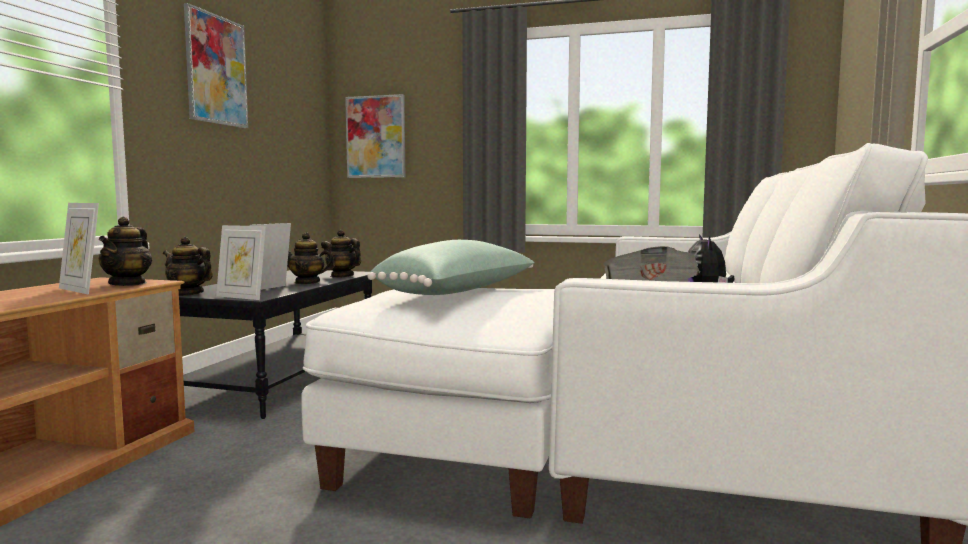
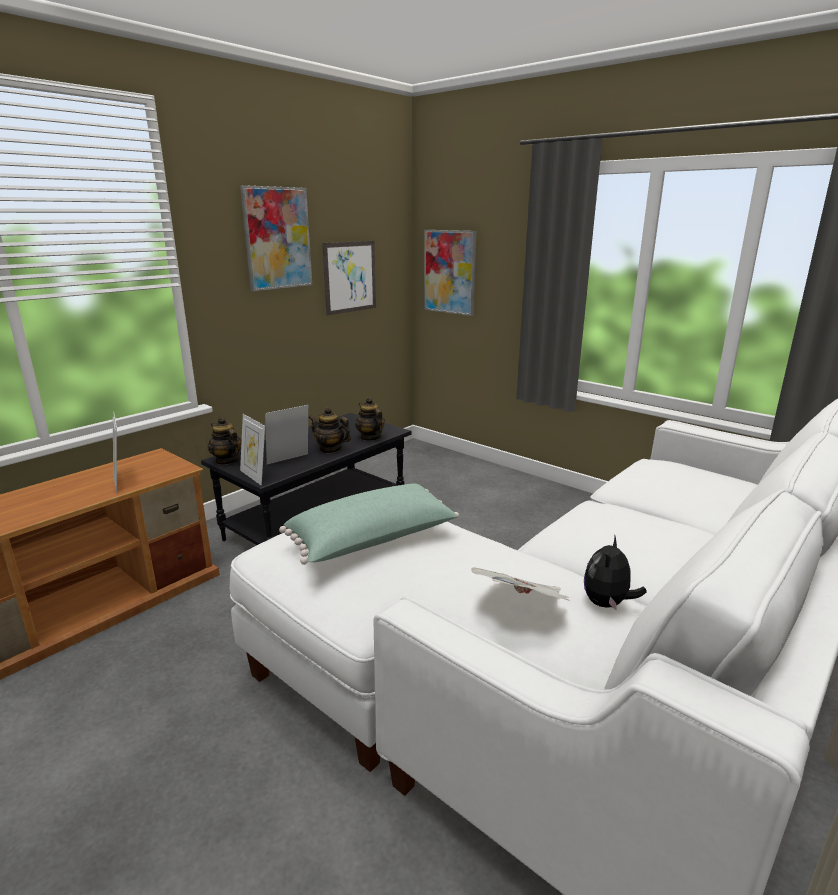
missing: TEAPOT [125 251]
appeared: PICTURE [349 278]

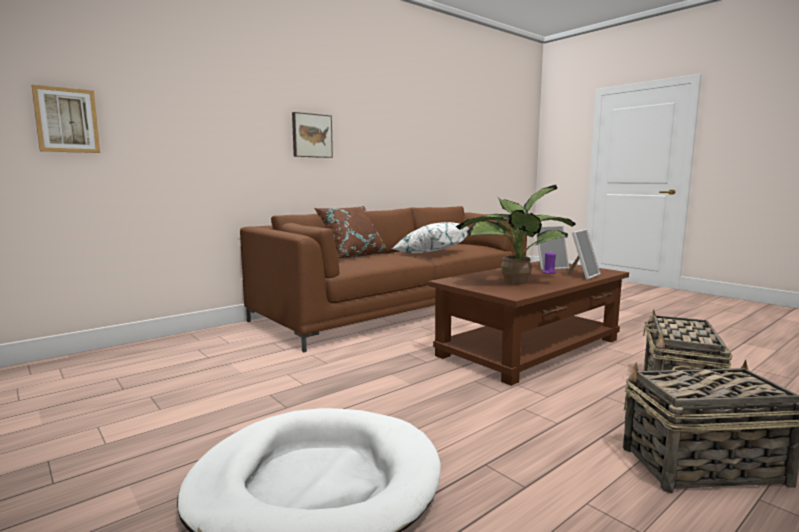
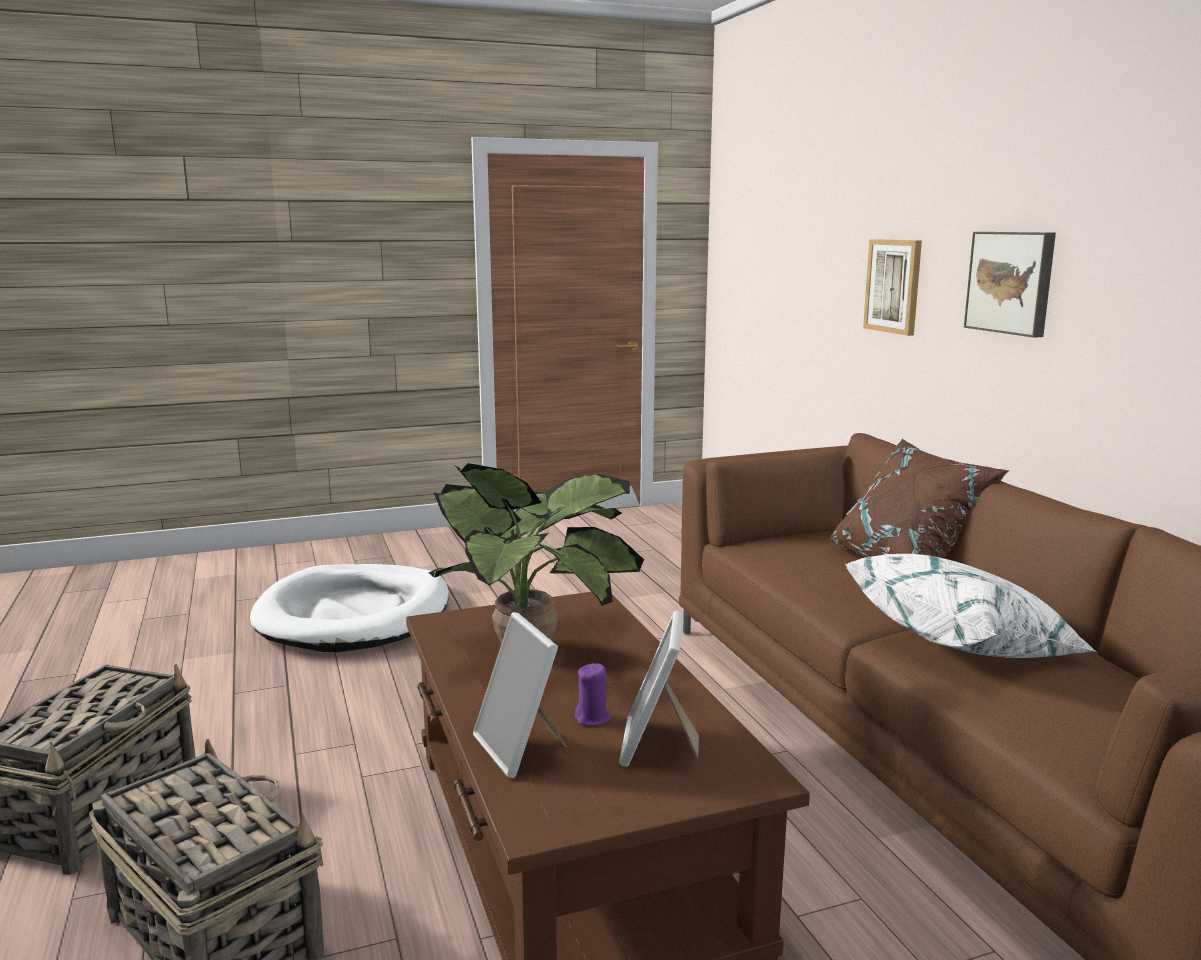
relocated: PICTURE [66 119] to [892 287]

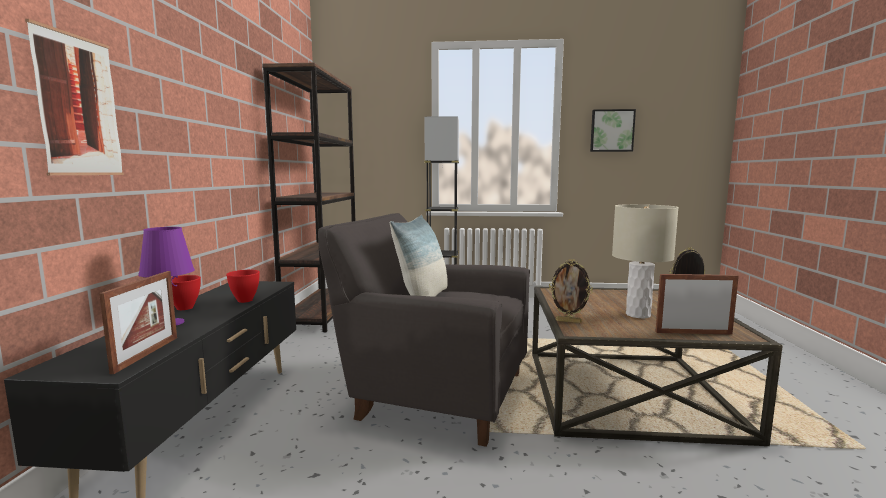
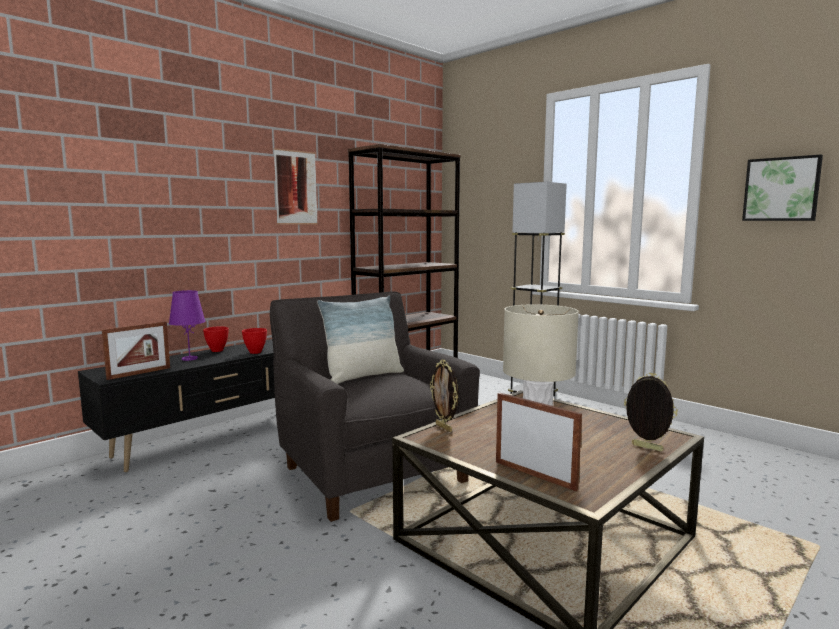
relocated: PICTURE [74 97] to [295 186]

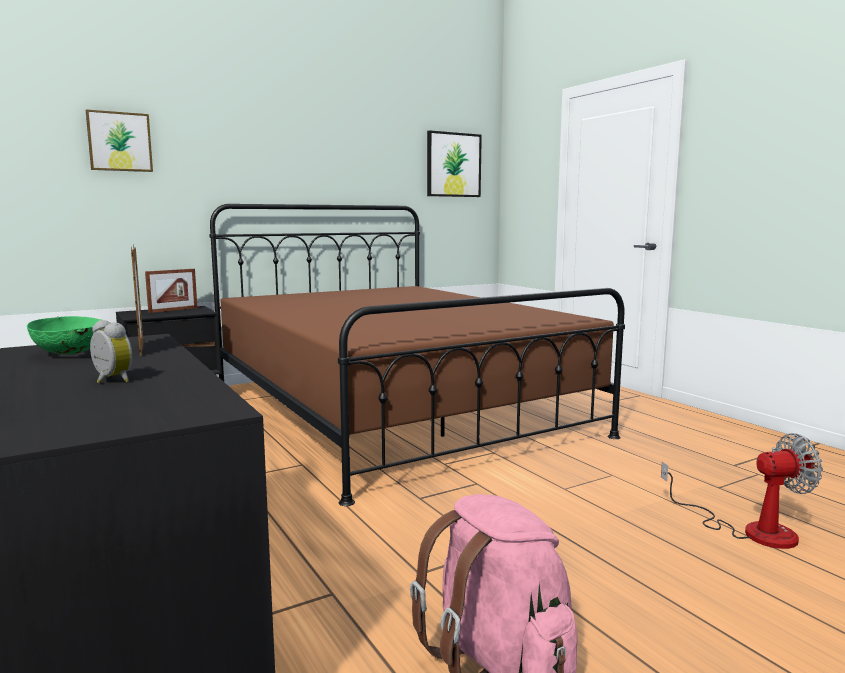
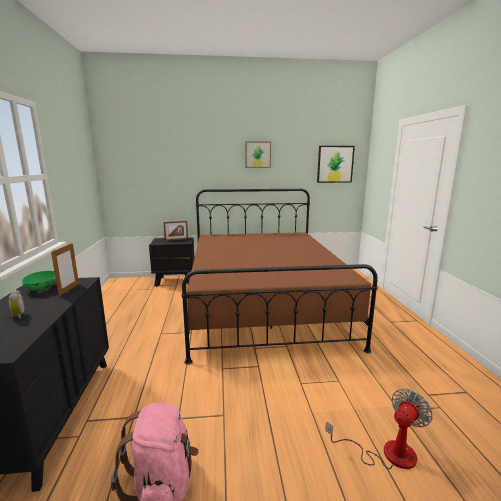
relocated: PICTURE [119 140] to [258 154]
spun: FAN [742 491] = [379 429] 60 degrees counterclockwise

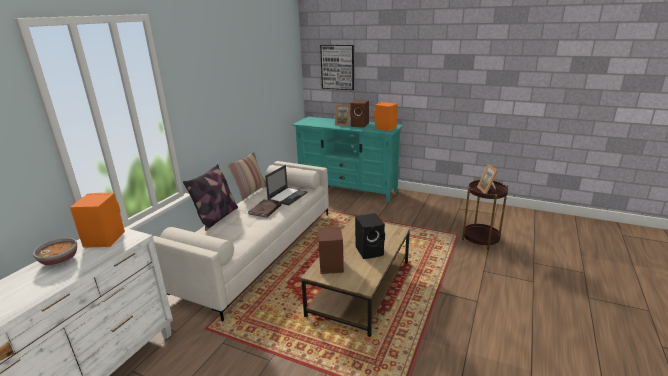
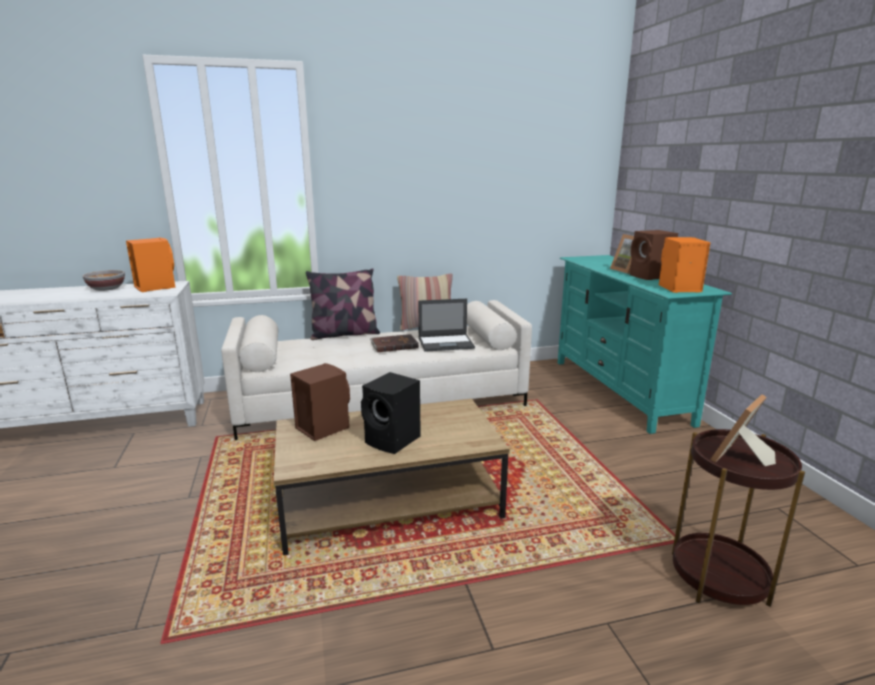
missing: PICTURE [337 67]

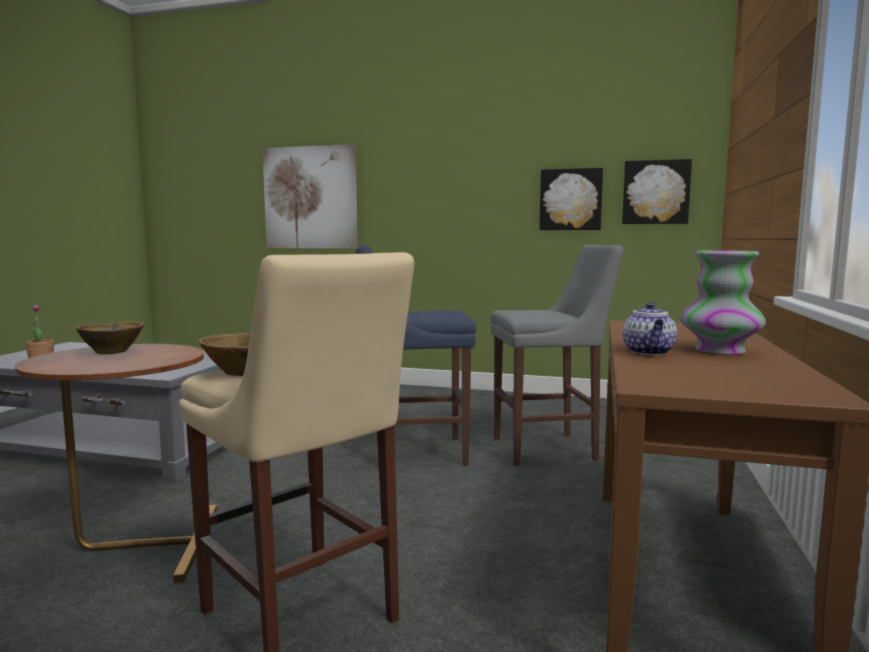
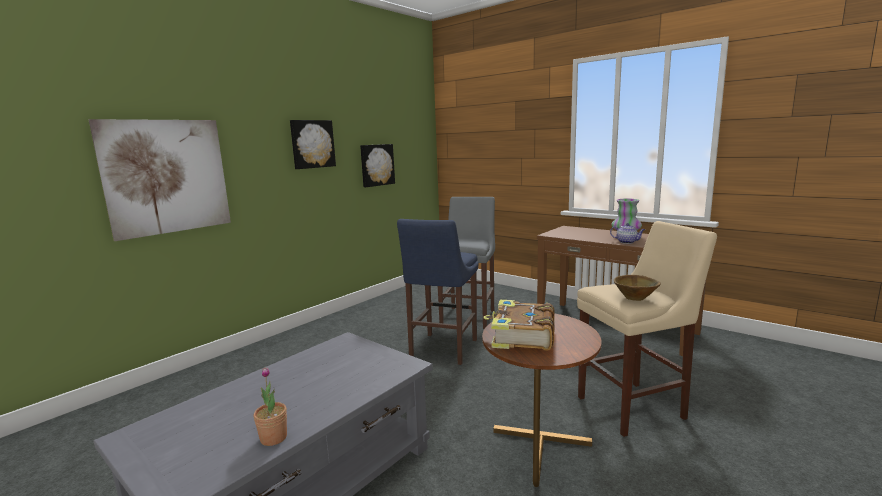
relocated: PICTURE [657 191] to [313 144]
exchanged: BROWN BOWL [110 338] to BOOK [519 325]

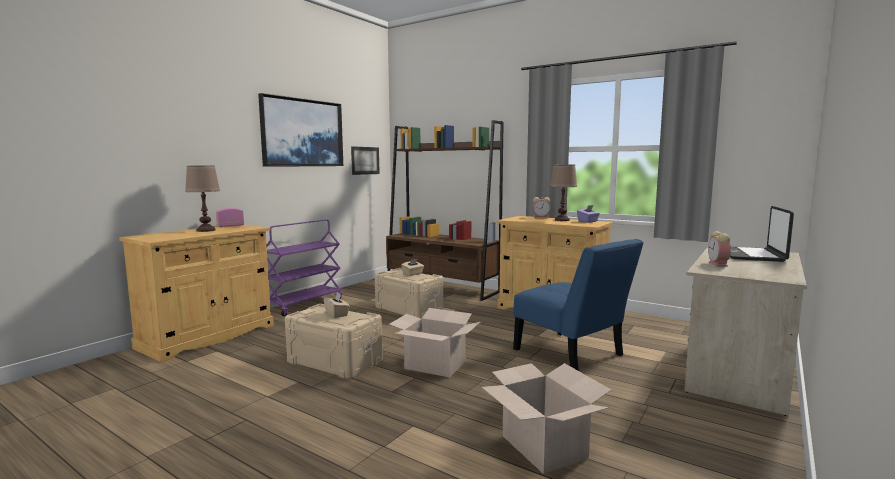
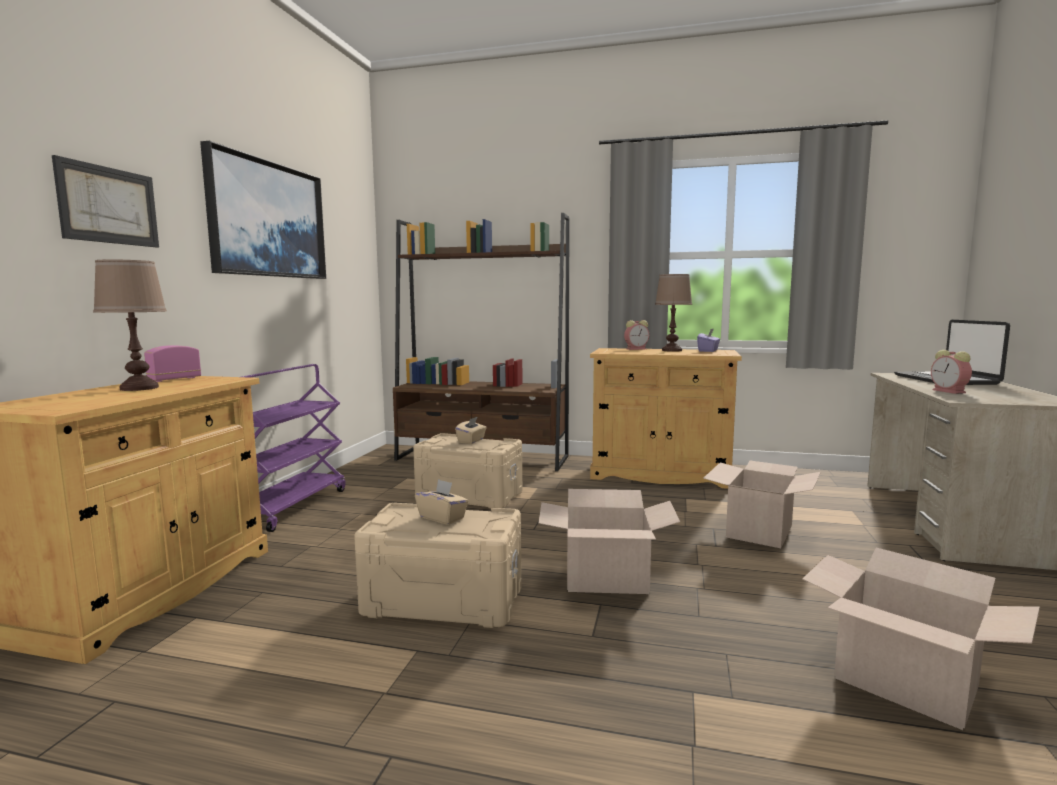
relocated: PICTURE [365 160] to [105 201]
exchanged: BLUE CHAIR [578 305] to CARDBOARD BOX [762 504]

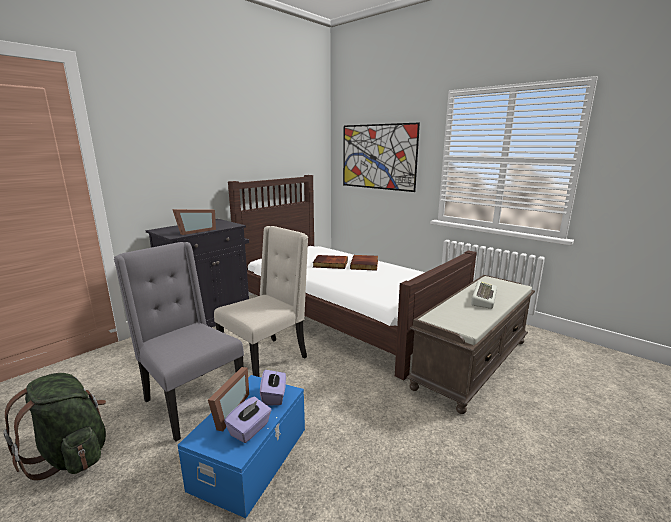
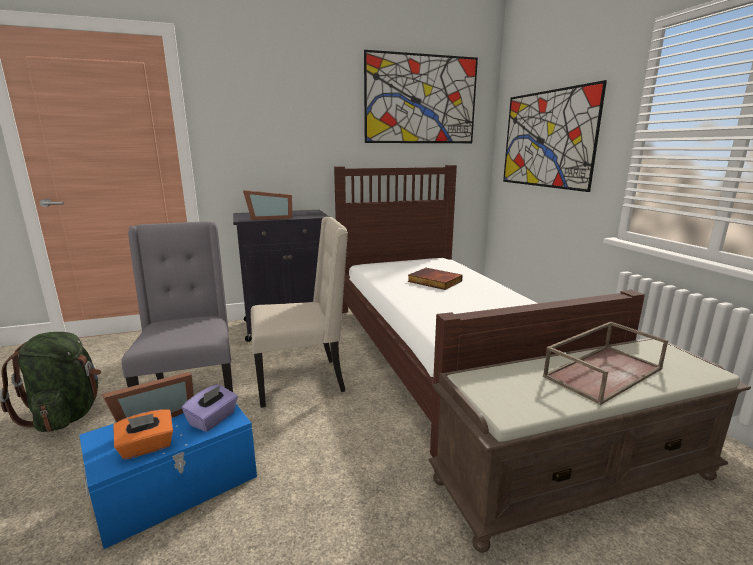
missing: BOOK [364 263]
appeared: PICTURE [421 96]
exchanged: KEYBOARD [484 295] to BROWN TRAY [605 363]
colour: PURPLE TISSUE BOX [248 419] to ORANGE TISSUE BOX [143 434]

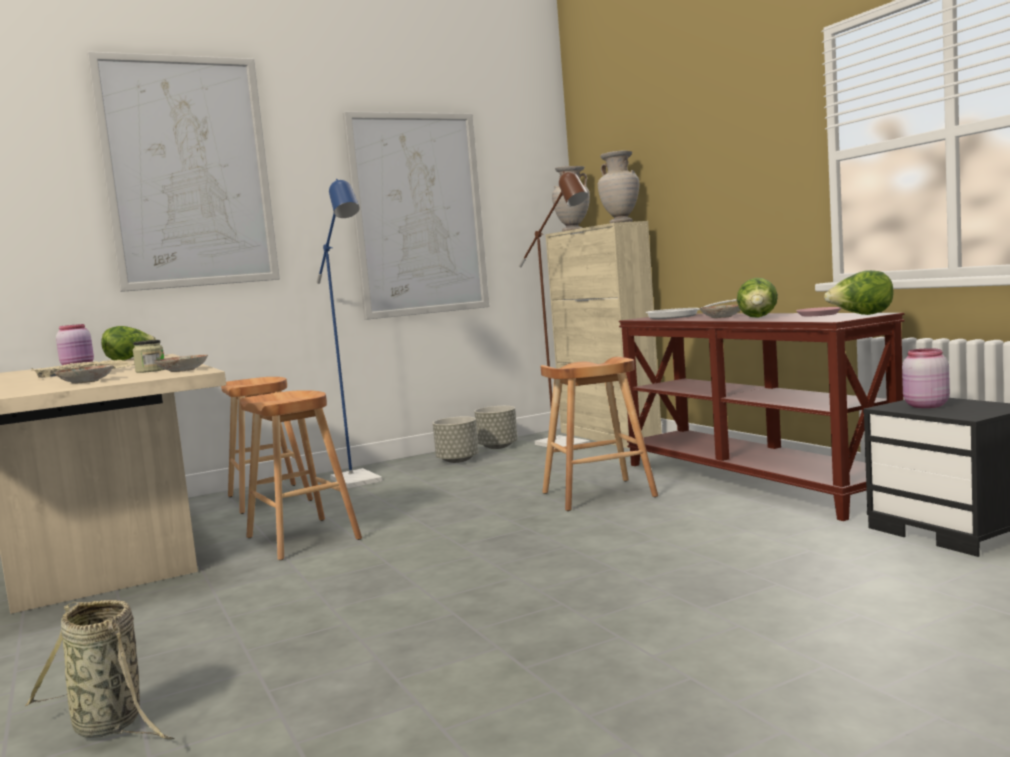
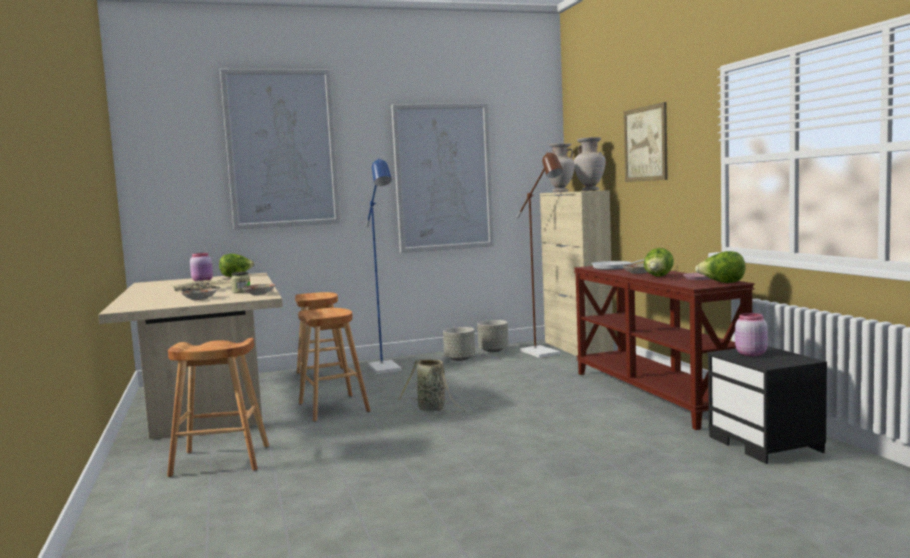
appeared: PICTURE [646 142]
relocated: BASKET [100 670] to [432 386]; BROWN STOOL [599 434] to [218 407]

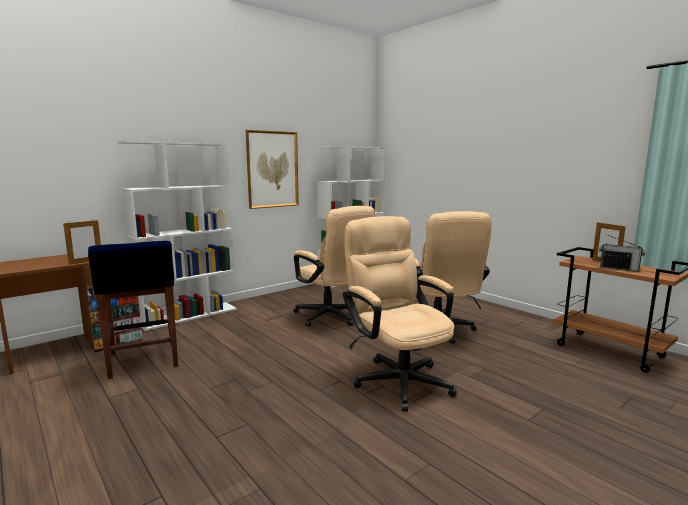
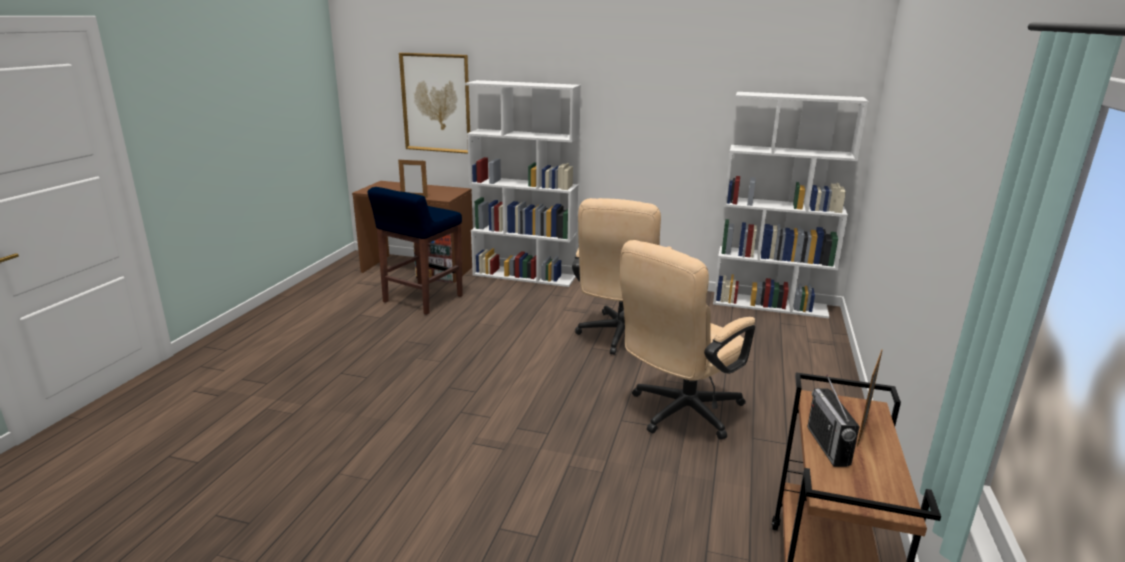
missing: BEIGE OFFICE CHAIR [400 314]
relocated: PICTURE [272 169] to [434 103]

